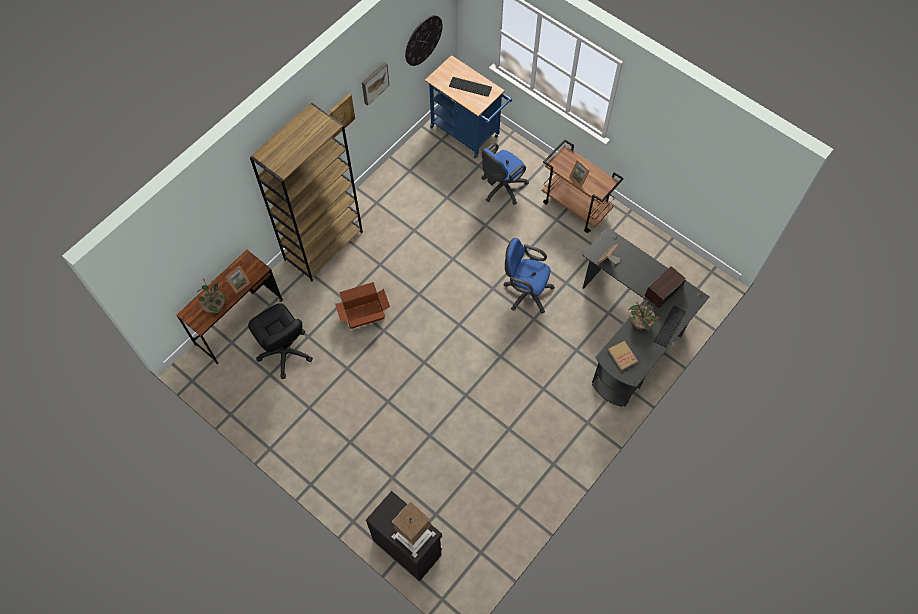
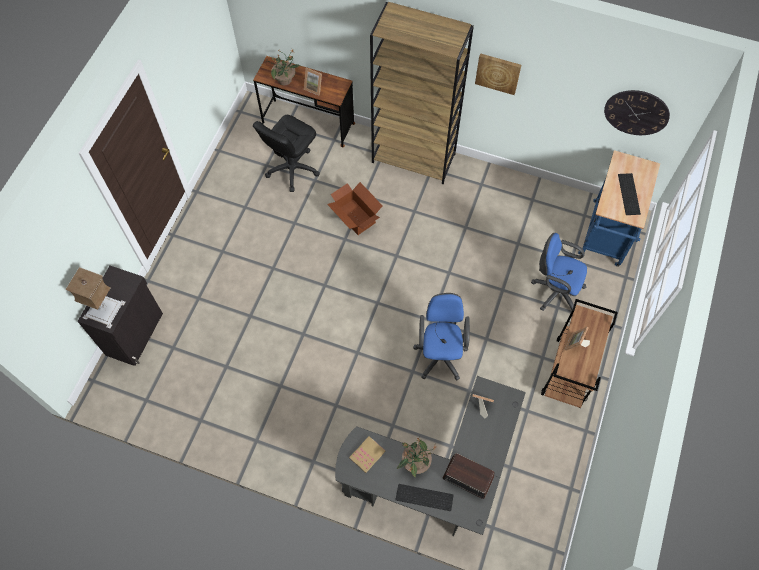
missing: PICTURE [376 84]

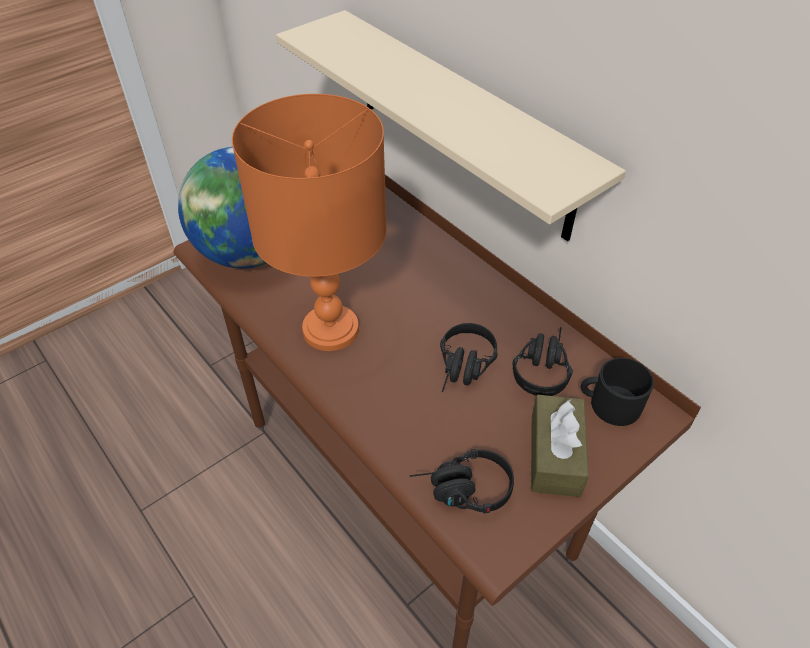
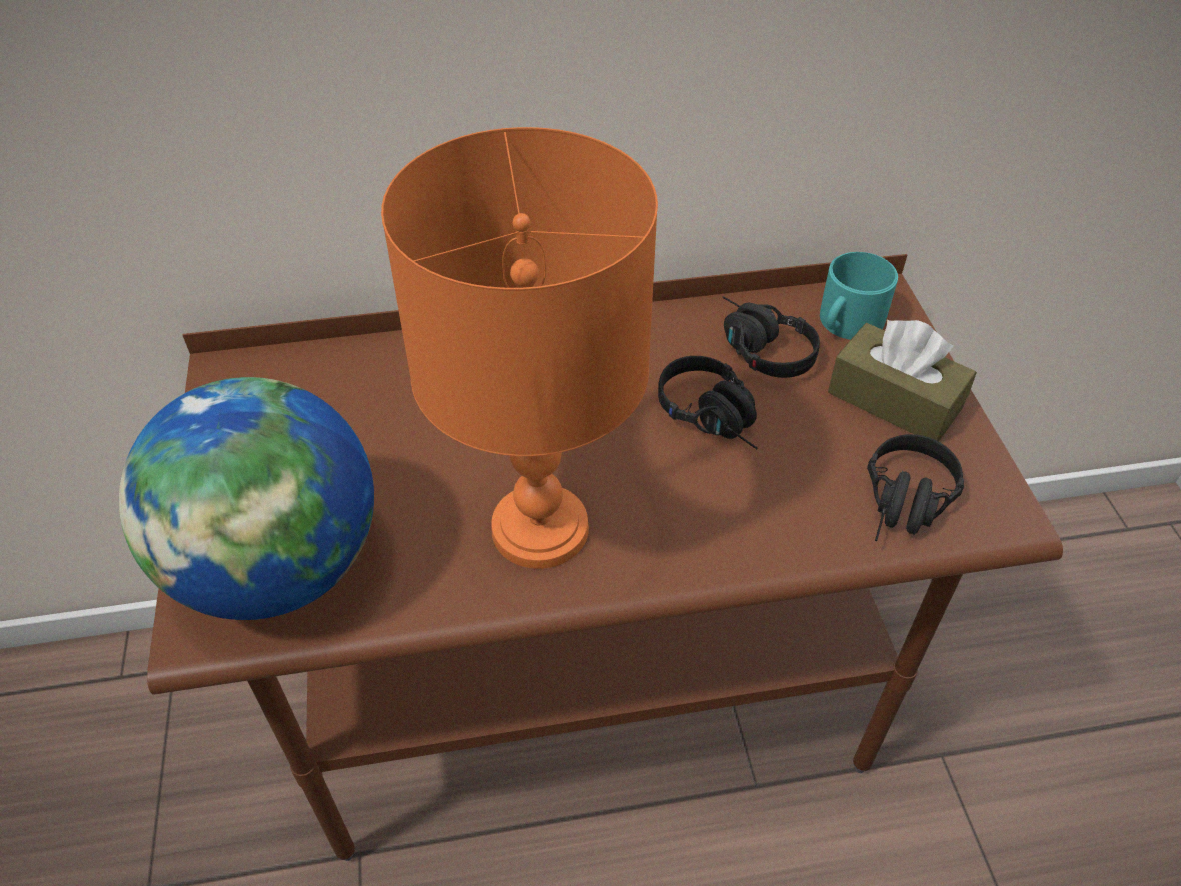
missing: BEIGE SHELF [451 125]
colour: BLACK MUG [617 392] to TURQUOISE MUG [859 296]

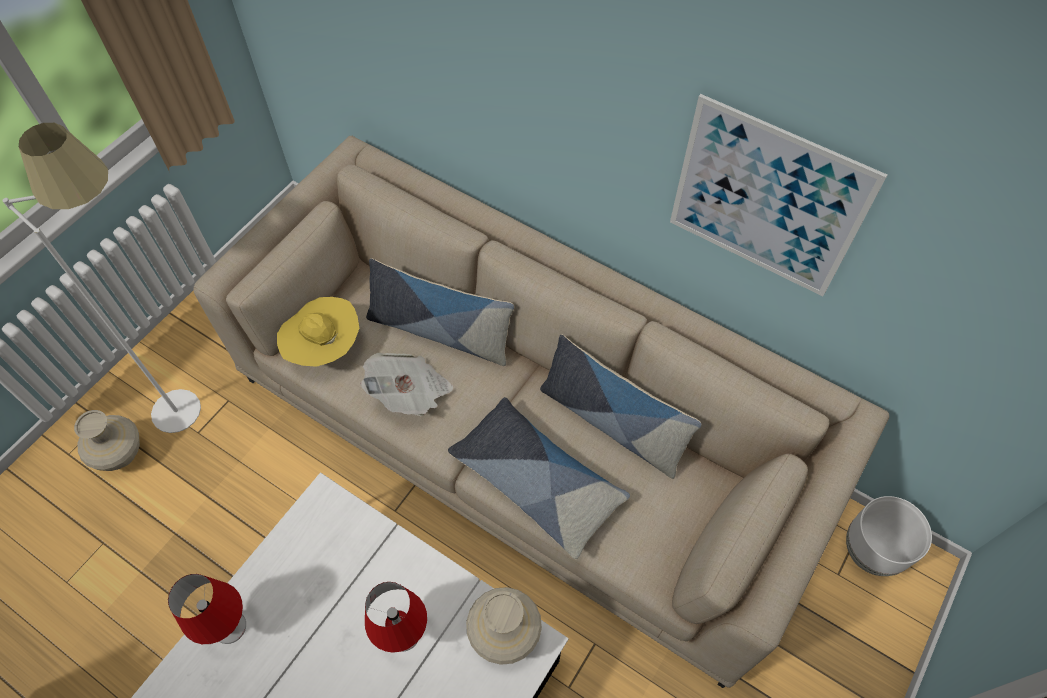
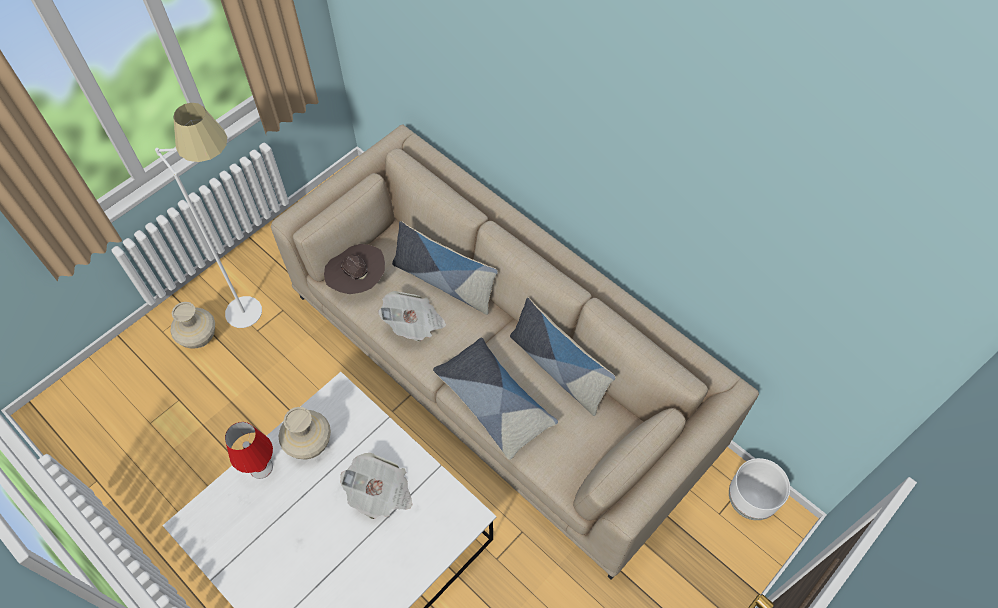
missing: PICTURE [778 195]
relocated: BEIGE VASE [504 626] to [305 433]
exchanged: RED TABLE LAMP [396 617] to NEWSPAPER [376 486]
colour: YELLOW HAT [318 332] to BROWN HAT [354 269]

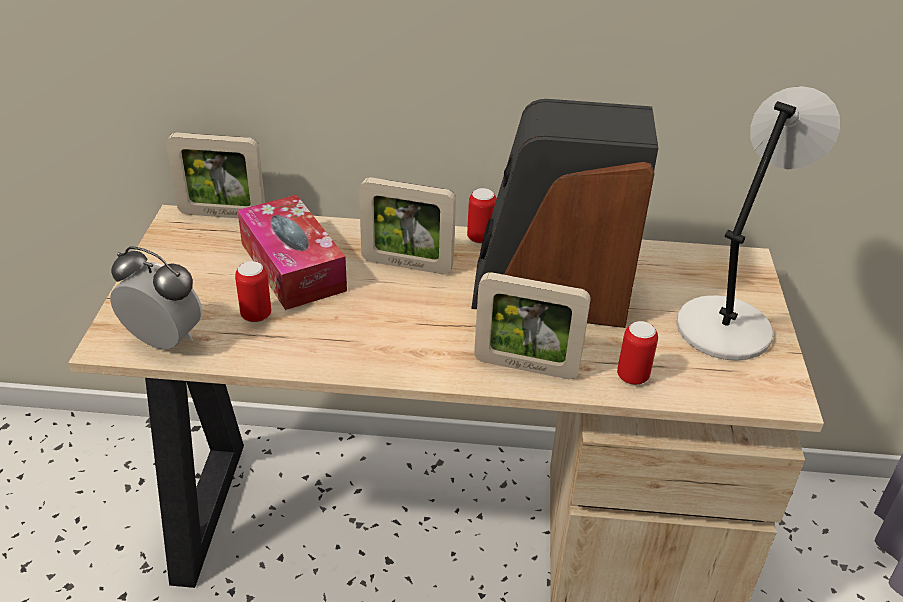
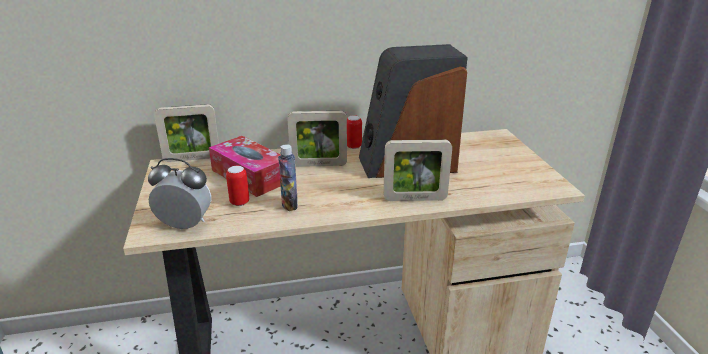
missing: CAN [637 353]; GREY TABLE LAMP [758 223]
appeared: BOTTLE [288 177]

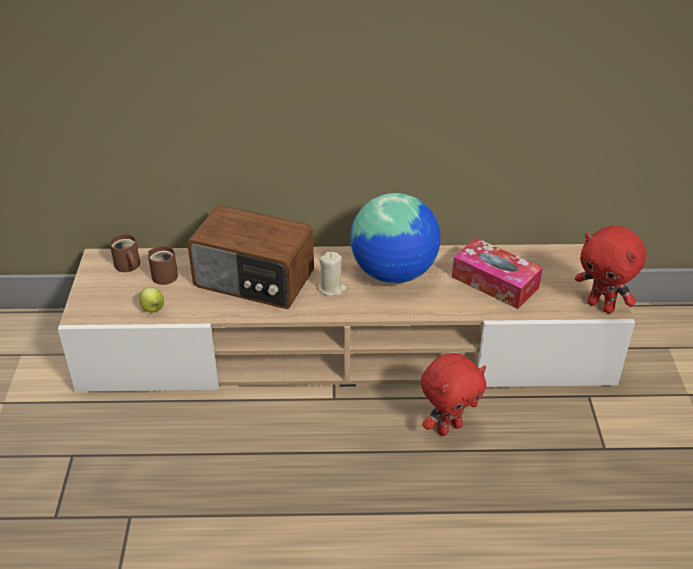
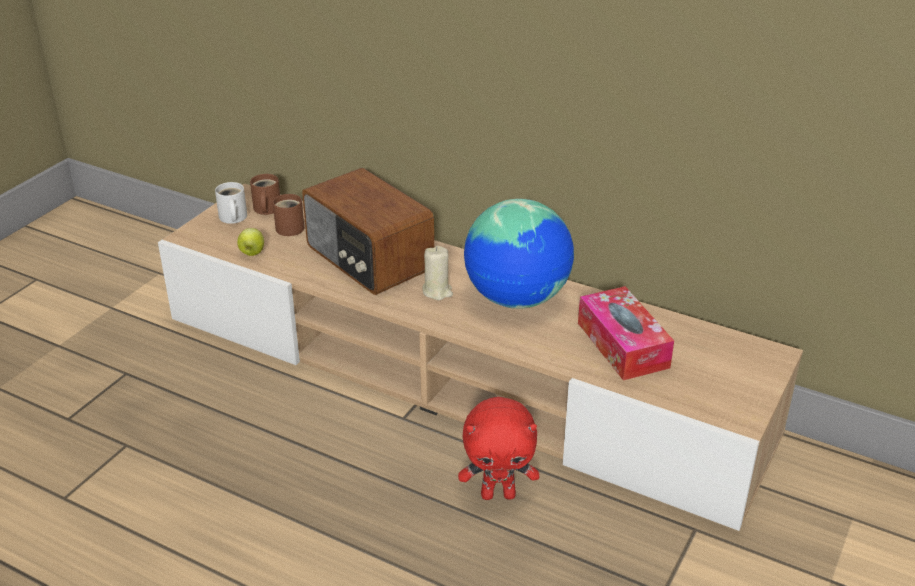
missing: RED PLUSH TOY [610 269]
appeared: WHITE MUG [231 203]

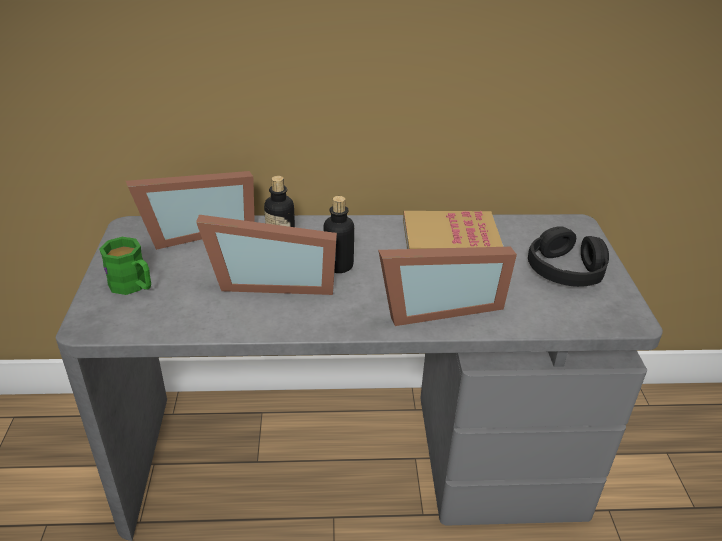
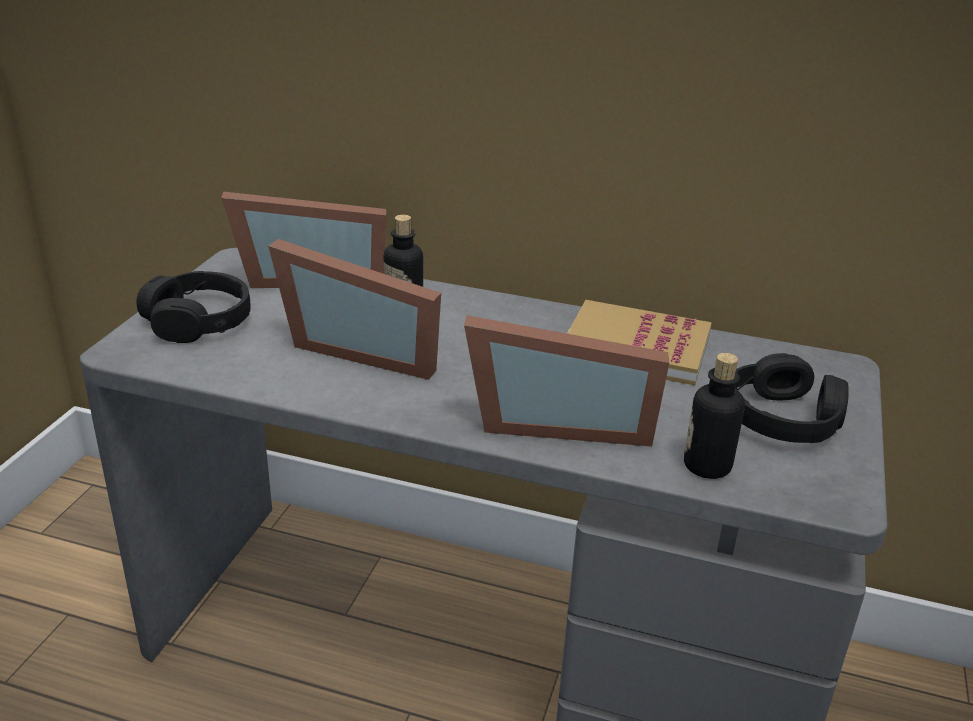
relocated: BOTTLE [338 234] to [714 416]
exchanged: GREEN MUG [125 266] to BLACK HEADPHONES [193 307]

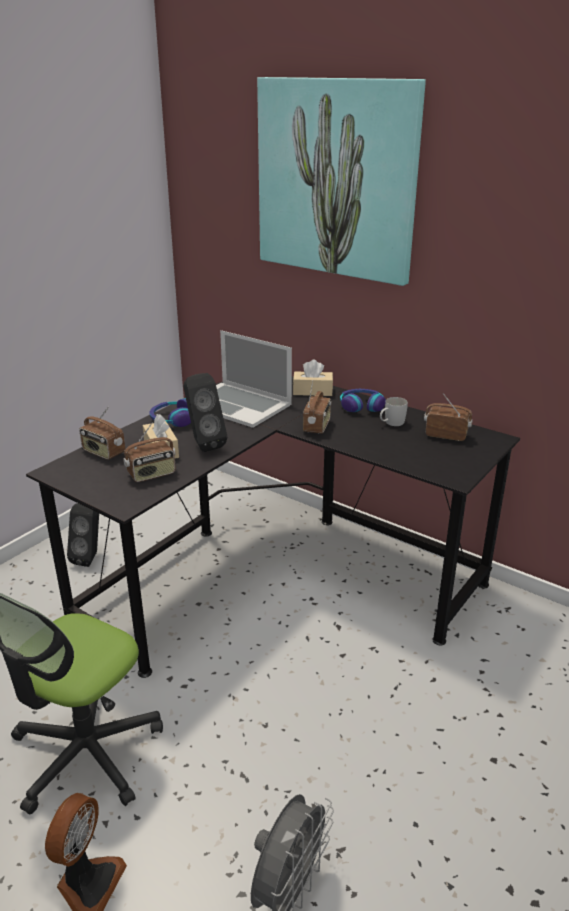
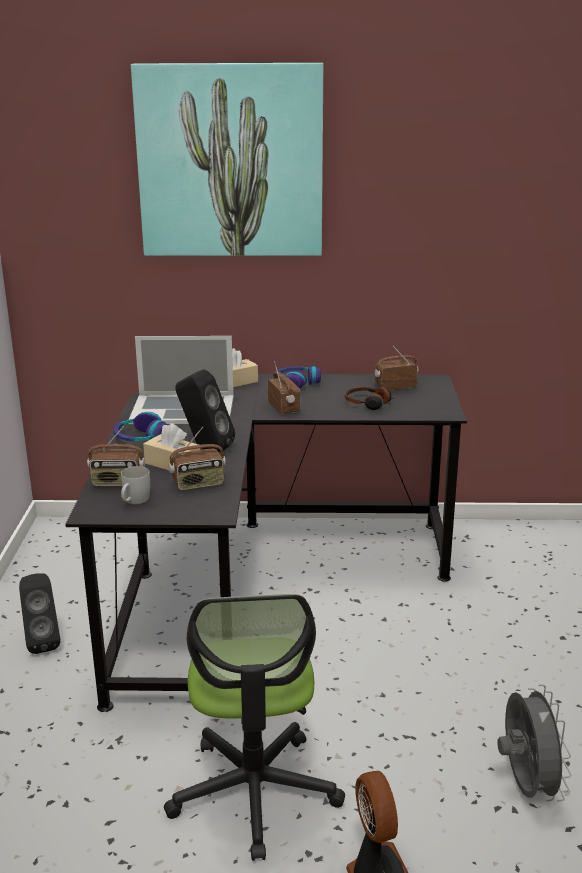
appeared: HEADPHONES [369 398]
relocated: WHITE MUG [394 411] to [135 485]
spun: RADIO [149 452] = [197 459] 45 degrees clockwise

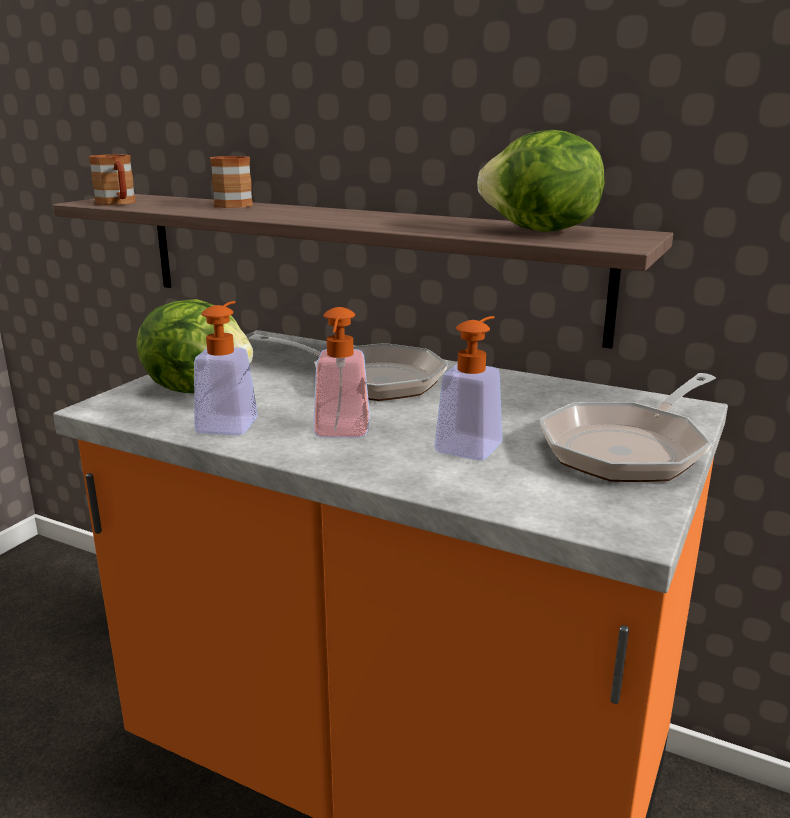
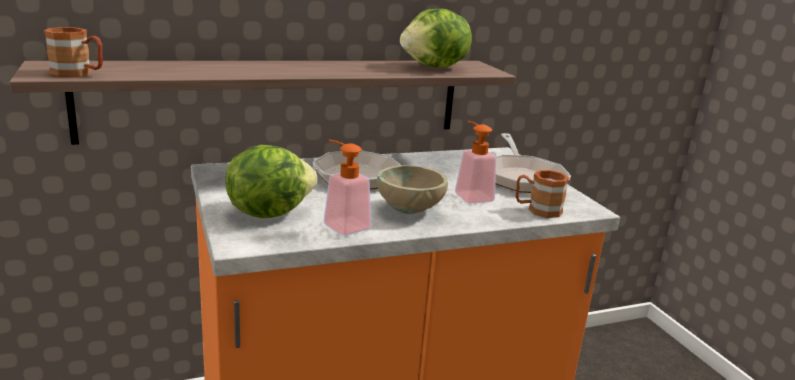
relocated: BROWN MUG [231 182] to [542 194]
exchanged: SOAP DISPENSER [341 372] to BEIGE BOWL [412 189]

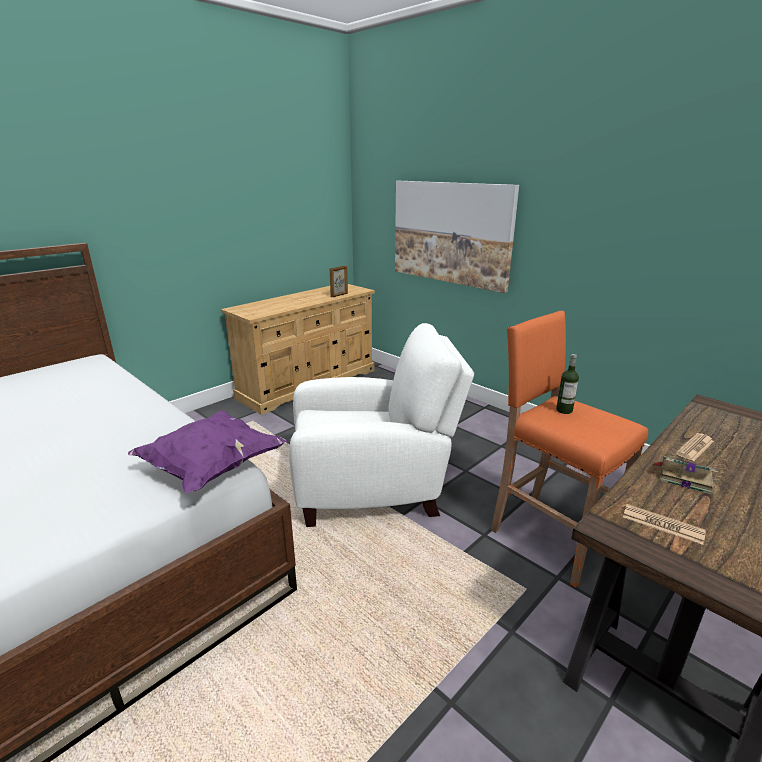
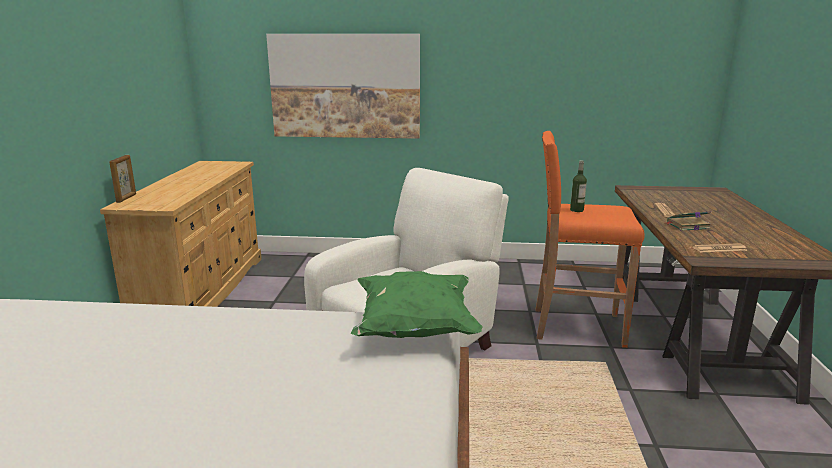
relocated: PICTURE FRAME [339 281] to [122 179]
colour: PURPLE PILLOW [207 451] to GREEN PILLOW [417 304]

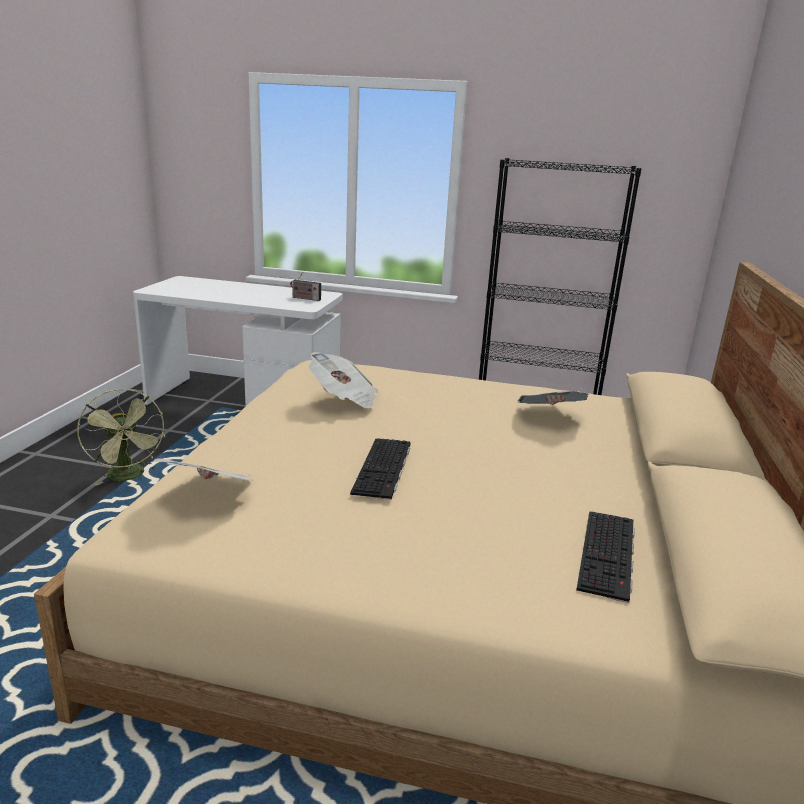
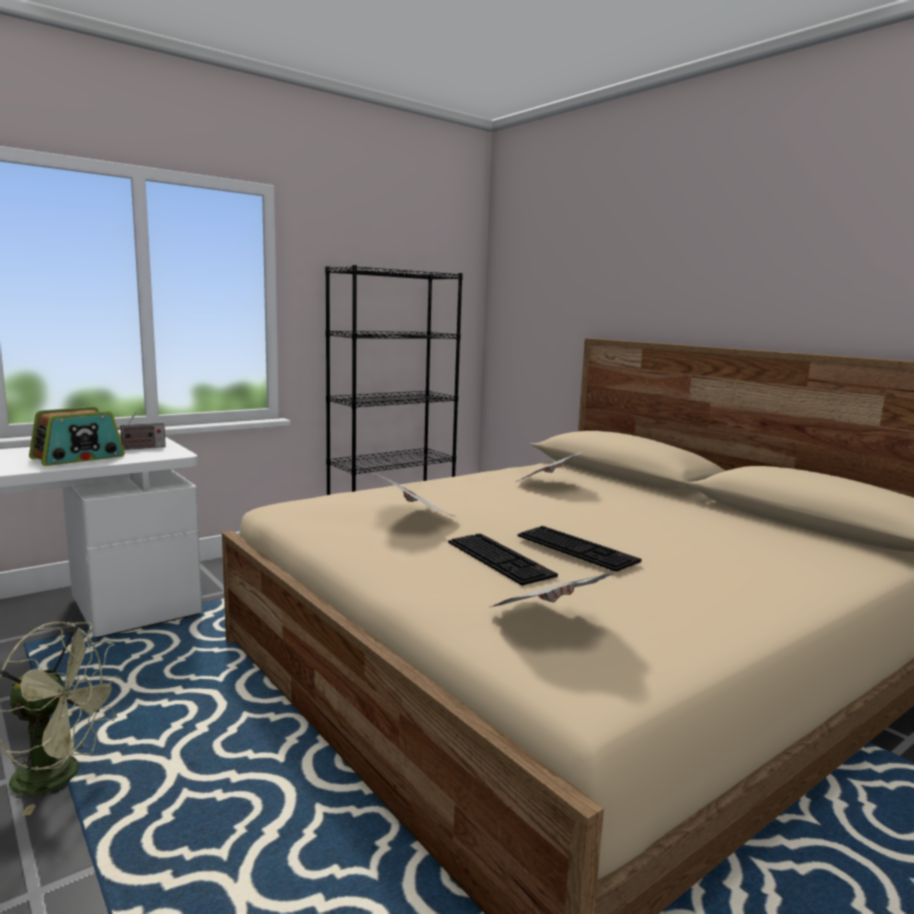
appeared: RADIO [77 436]
relocated: KEYBOARD [605 557] to [503 559]

